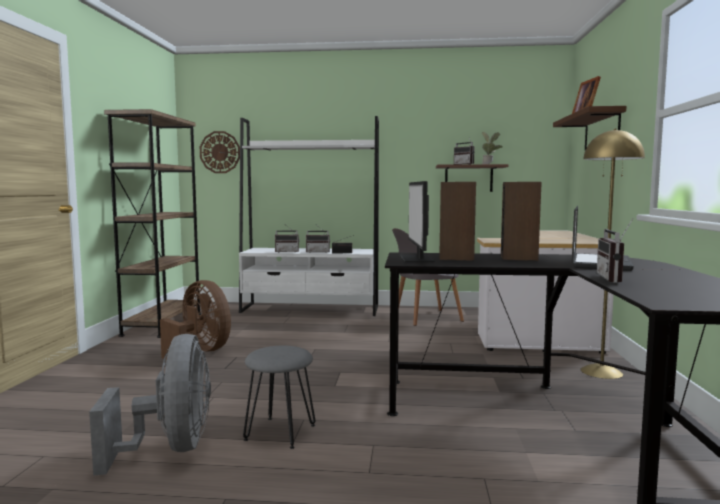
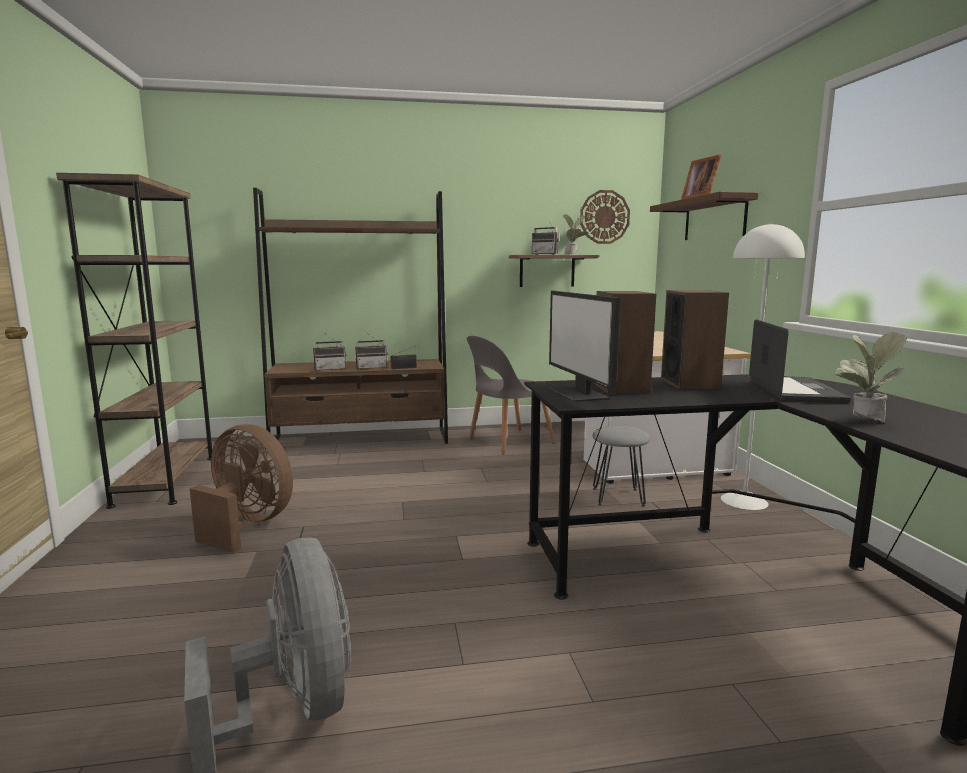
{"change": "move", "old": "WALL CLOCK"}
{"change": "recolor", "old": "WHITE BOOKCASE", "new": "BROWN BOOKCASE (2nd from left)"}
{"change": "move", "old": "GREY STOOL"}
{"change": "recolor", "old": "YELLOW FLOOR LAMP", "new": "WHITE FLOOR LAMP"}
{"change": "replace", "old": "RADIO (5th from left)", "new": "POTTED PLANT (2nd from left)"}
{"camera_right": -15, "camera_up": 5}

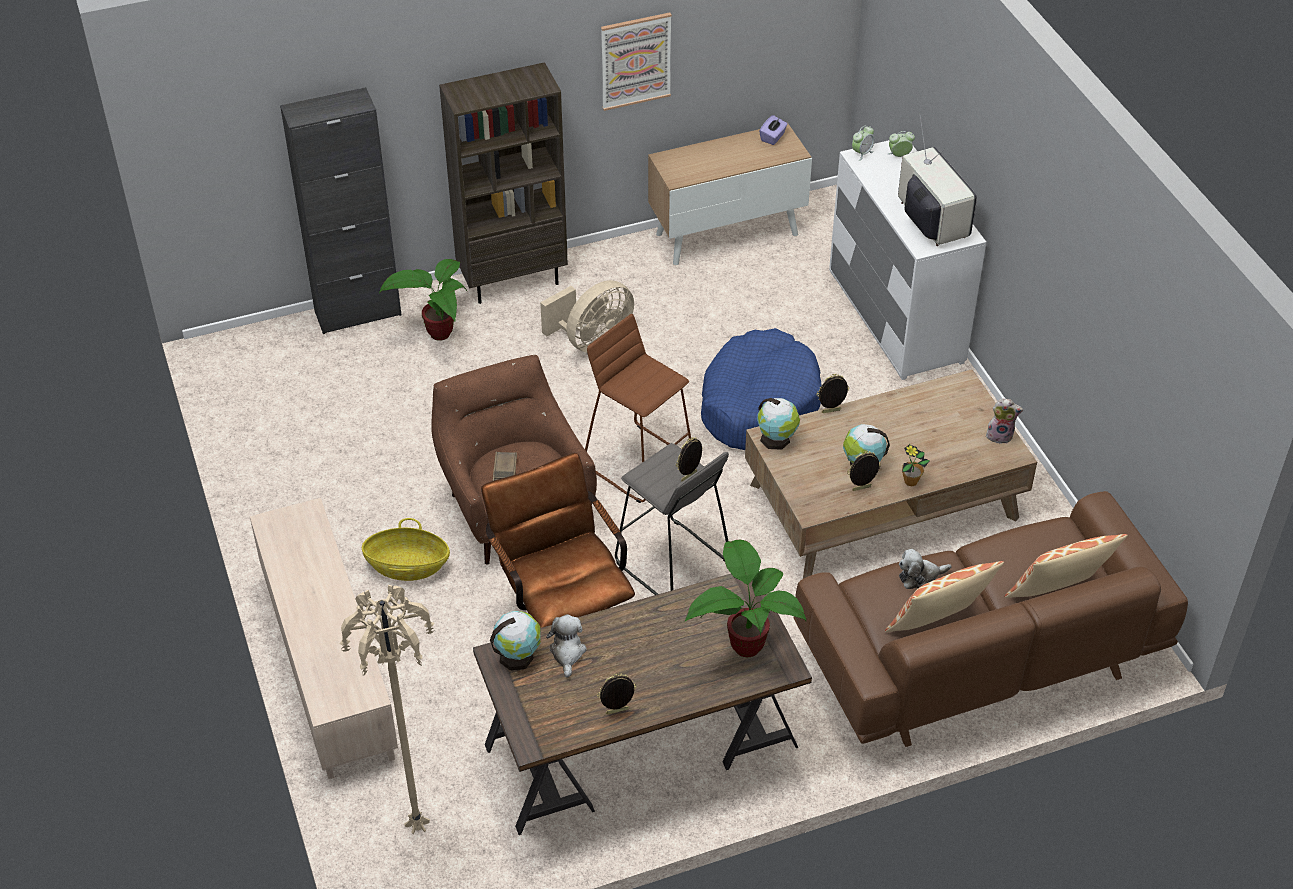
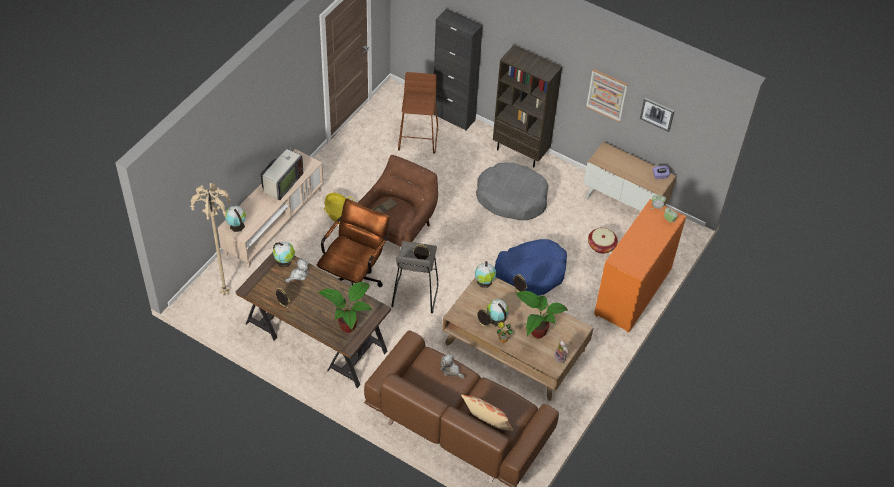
{"change": "move", "old": "POTTED PLANT (1st from left in the first image)", "new": "POTTED PLANT (3rd from left)"}
{"change": "replace", "old": "BEIGE FAN", "new": "GREY DOG BED"}
{"change": "move", "old": "BROWN STOOL"}
{"change": "recolor", "old": "WHITE DRESSER", "new": "ORANGE DRESSER"}
{"change": "delete", "old": "PILLOW (1st from left)"}
{"change": "move", "old": "TELEVISION"}
{"change": "insert", "new": "GLOBE (1st from left)"}
{"change": "insert", "new": "BASKET (2nd from left)"}
{"change": "insert", "new": "PICTURE (2nd from left)"}
{"camera_right": 50, "camera_up": 5}

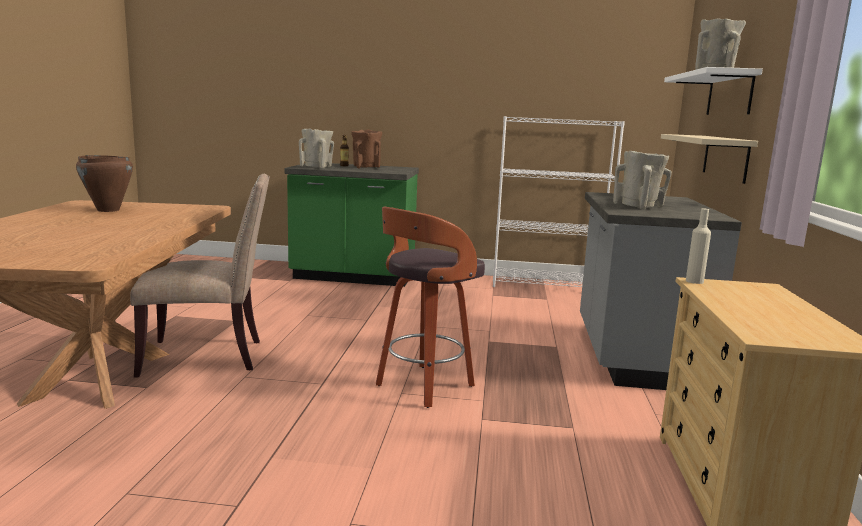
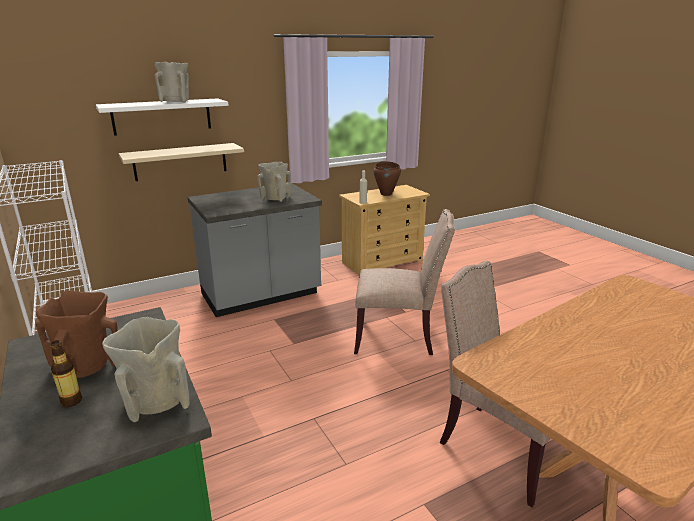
{"change": "move", "old": "BROWN COOKING POT"}
{"change": "replace", "old": "STOOL", "new": "BEIGE CHAIR (1st from left)"}
{"camera_right": -125, "camera_up": 10}

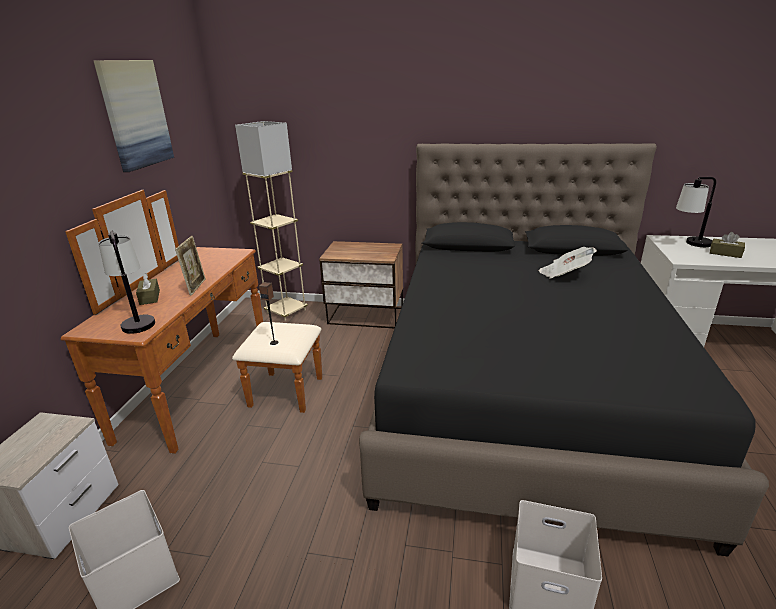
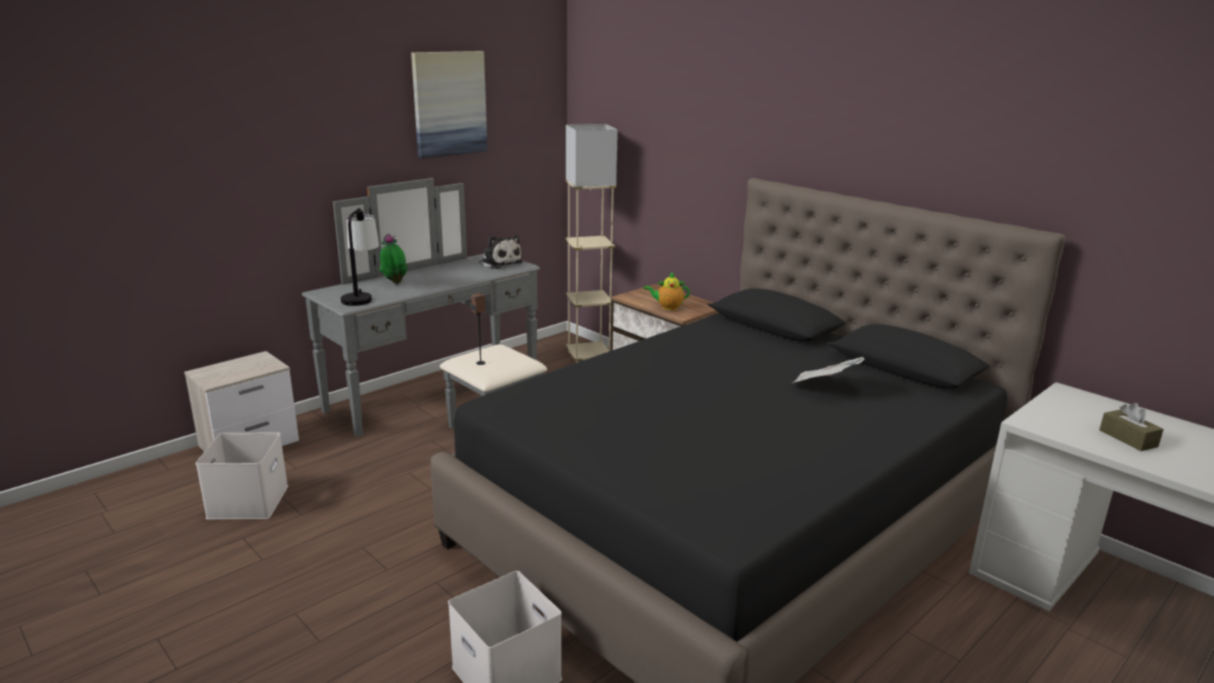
{"change": "recolor", "old": "BROWN DRESSER", "new": "GREY DRESSER"}
{"change": "replace", "old": "BROWN TISSUE BOX (1st from left)", "new": "POTTED PLANT"}
{"change": "delete", "old": "PICTURE FRAME"}
{"change": "delete", "old": "TABLE LAMP (2nd from left)"}
{"change": "insert", "new": "PLUSH TOY"}
{"change": "insert", "new": "TEAPOT"}
{"camera_right": 35, "camera_up": -5}

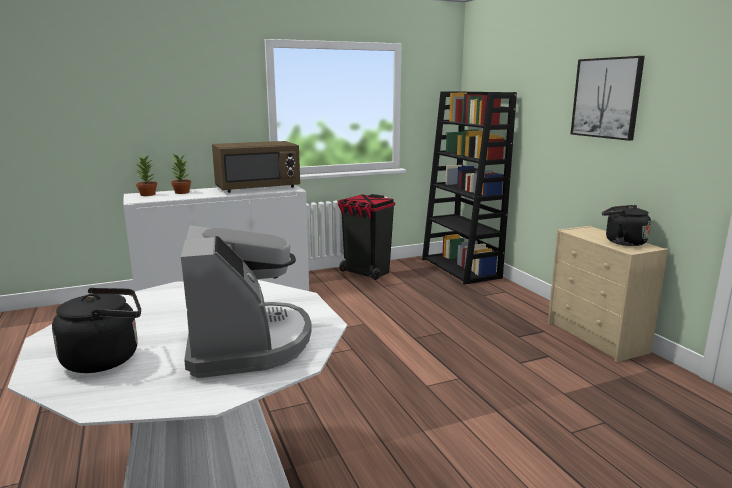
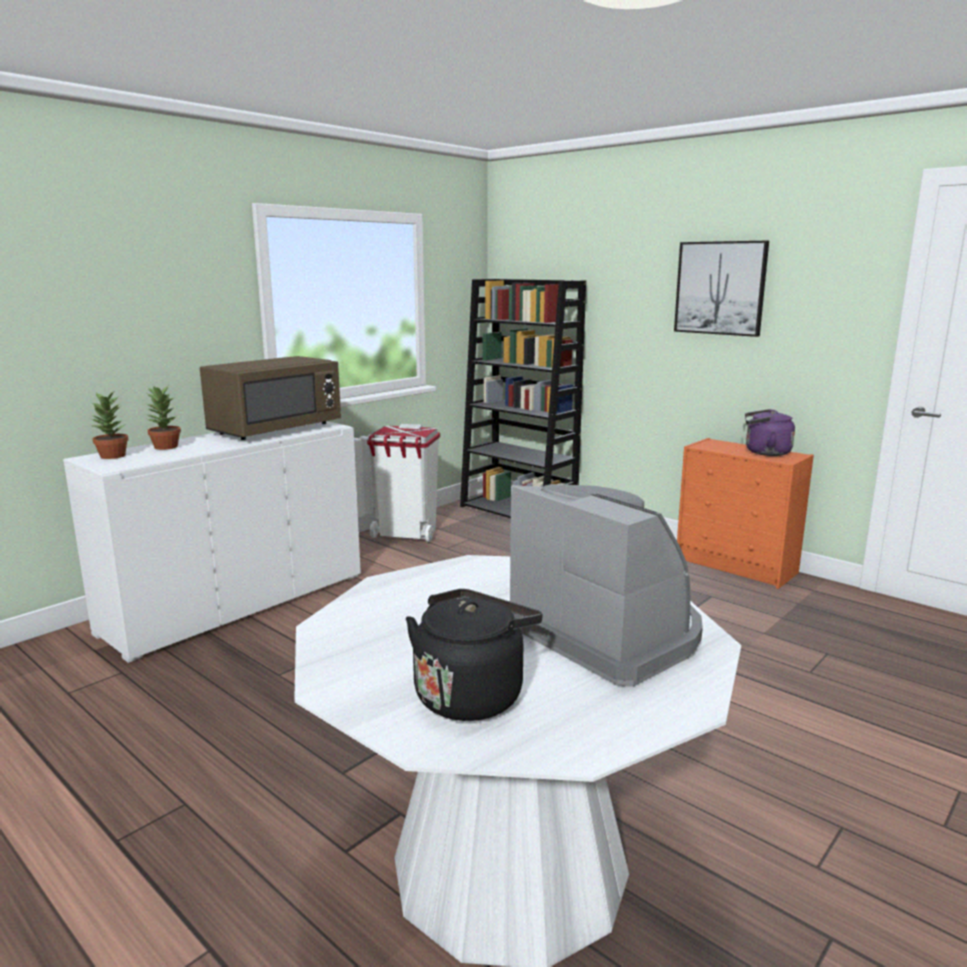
{"change": "recolor", "old": "BLACK TRASH CAN", "new": "WHITE TRASH CAN"}
{"change": "recolor", "old": "BEIGE DRESSER", "new": "ORANGE DRESSER"}
{"change": "recolor", "old": "BLACK KETTLE (2nd from left)", "new": "PURPLE KETTLE"}
{"camera_right": -25, "camera_up": 0}

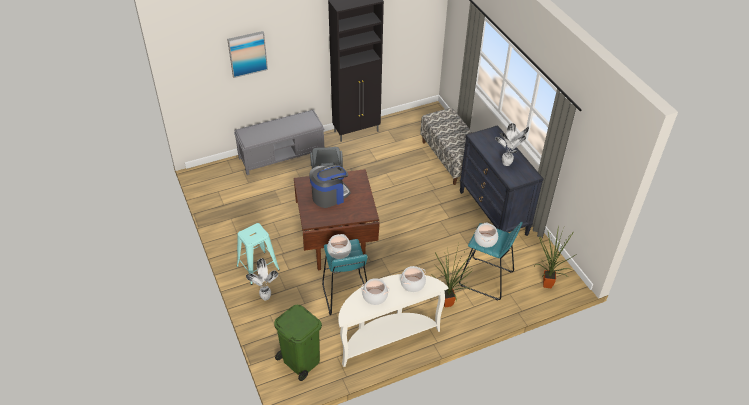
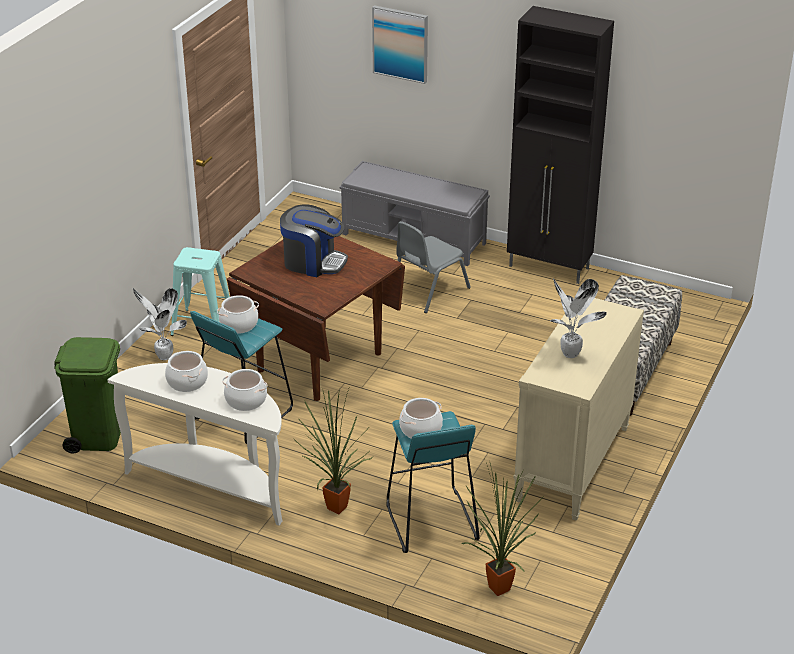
{"change": "recolor", "old": "BLACK DRESSER", "new": "BEIGE DRESSER"}
{"camera_right": 50, "camera_up": -10}

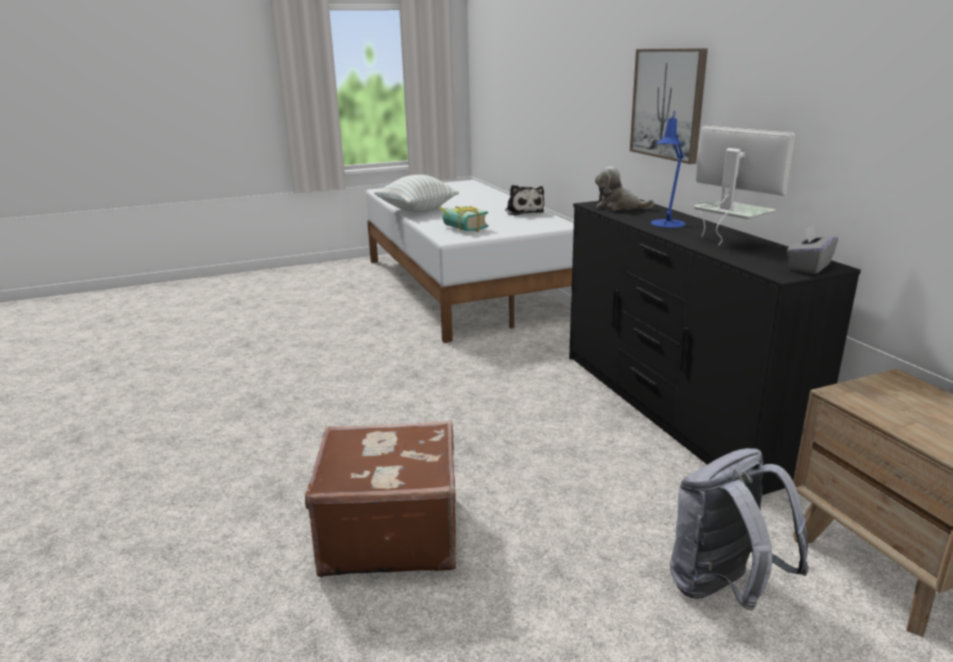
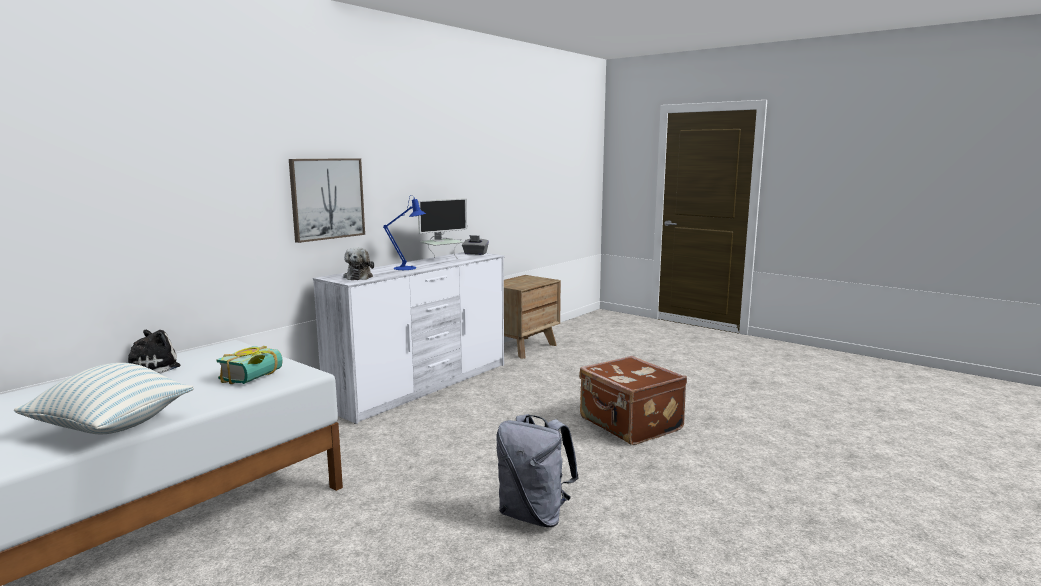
{"change": "recolor", "old": "BLACK DRESSER", "new": "WHITE DRESSER"}
{"change": "move", "old": "GREY BACKPACK"}
{"change": "rotate", "old": "MONITOR", "degrees": -150}
{"camera_right": -120, "camera_up": -10}

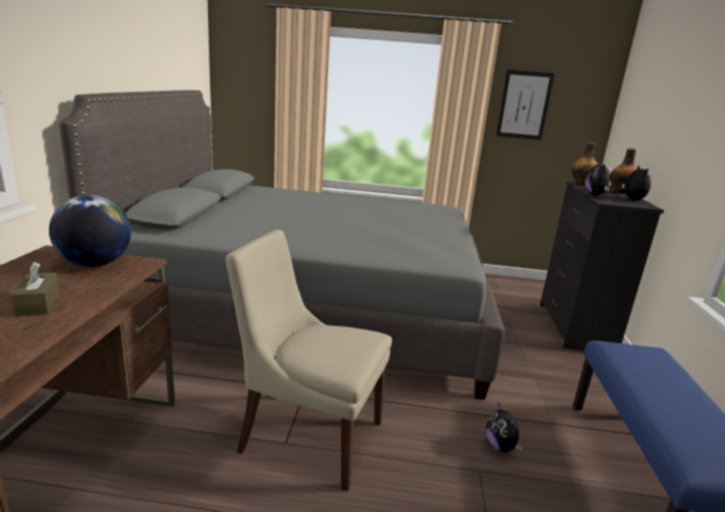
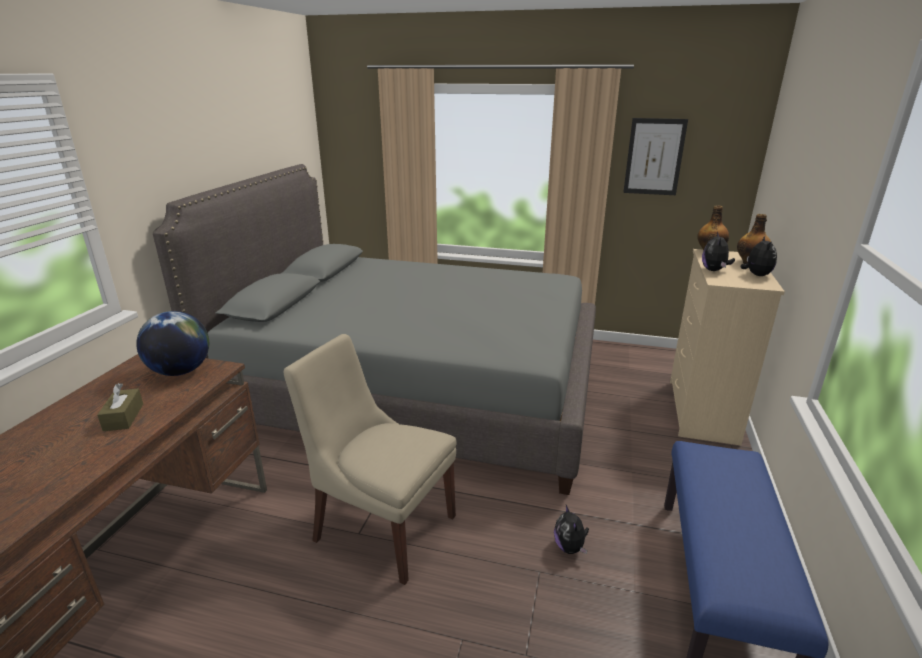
{"change": "recolor", "old": "BLACK DRESSER", "new": "BEIGE DRESSER"}
{"camera_right": 10, "camera_up": 5}

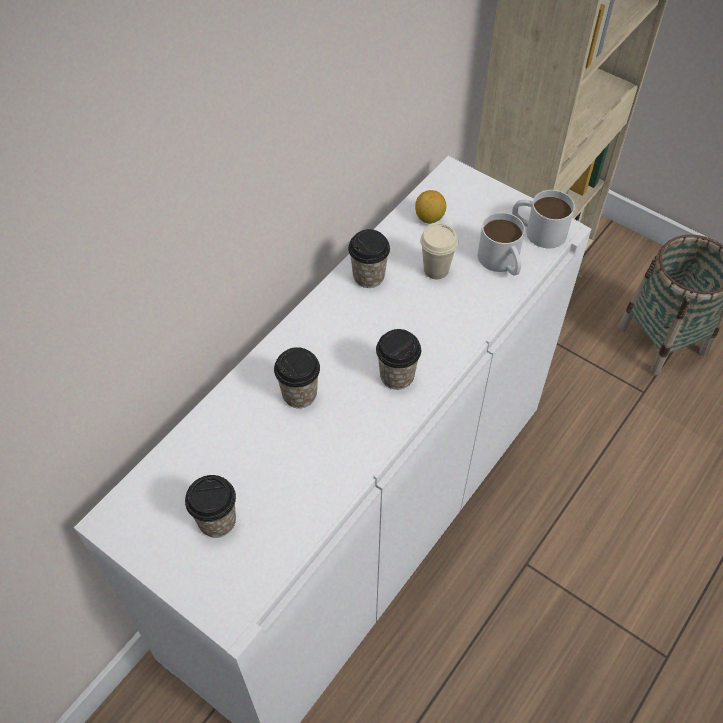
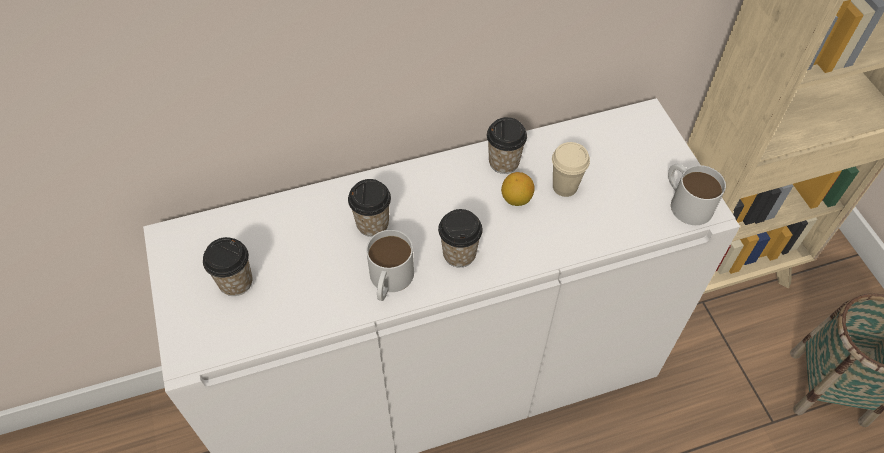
{"change": "move", "old": "LEMON"}
{"change": "move", "old": "WHITE MUG (1st from left)"}
{"camera_right": 35, "camera_up": 0}

